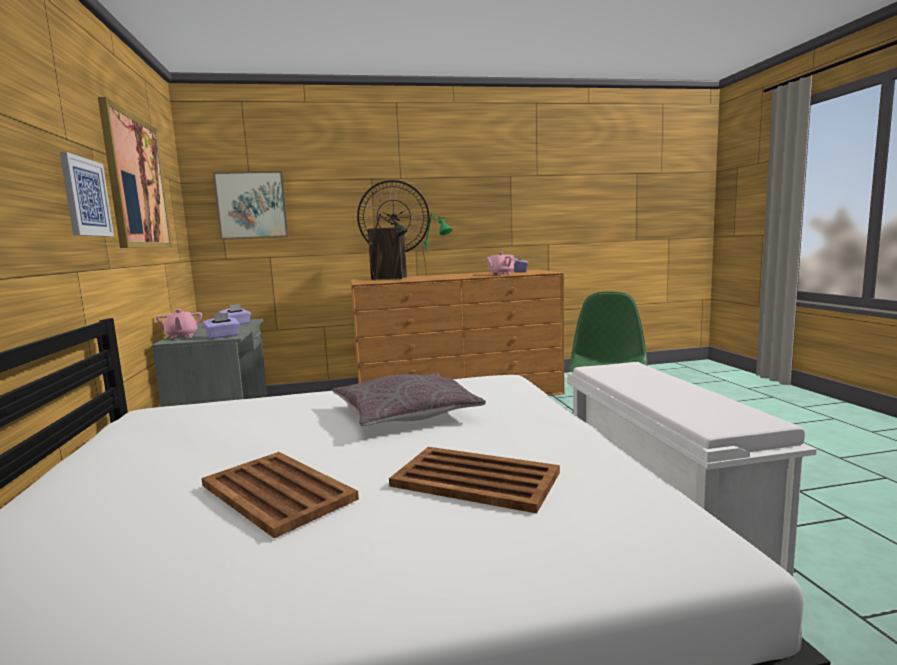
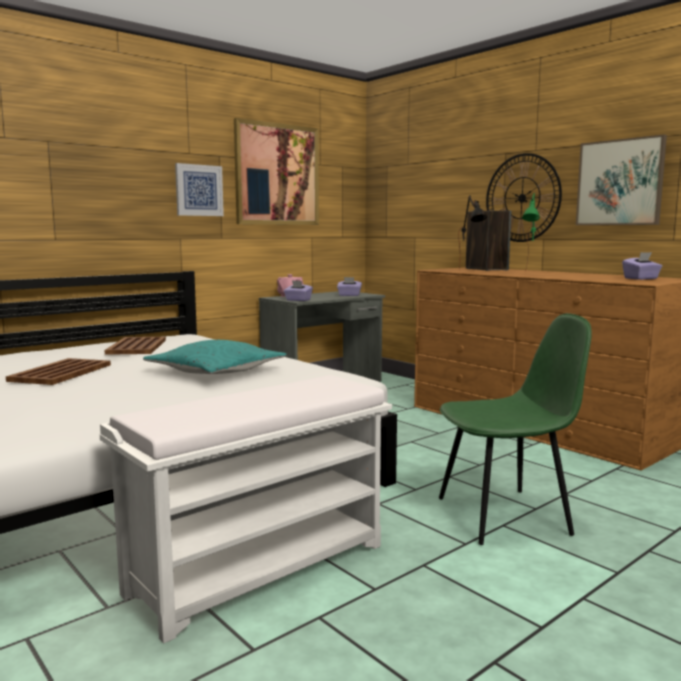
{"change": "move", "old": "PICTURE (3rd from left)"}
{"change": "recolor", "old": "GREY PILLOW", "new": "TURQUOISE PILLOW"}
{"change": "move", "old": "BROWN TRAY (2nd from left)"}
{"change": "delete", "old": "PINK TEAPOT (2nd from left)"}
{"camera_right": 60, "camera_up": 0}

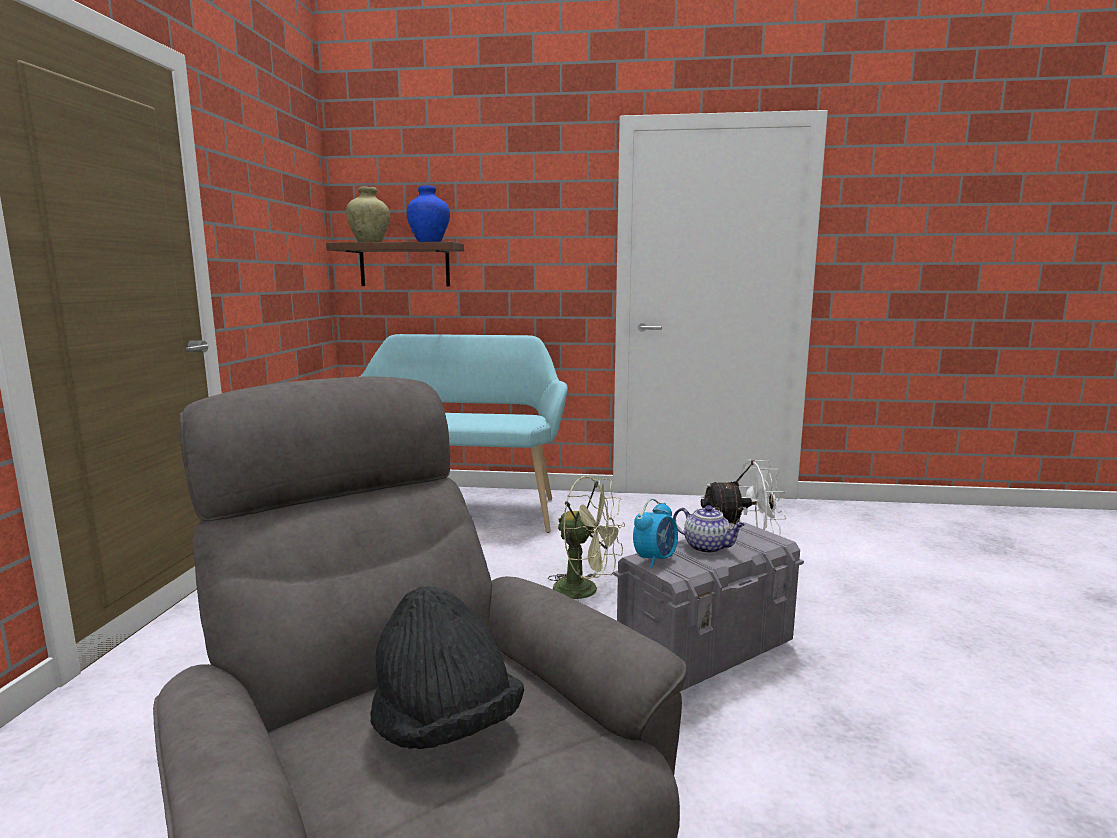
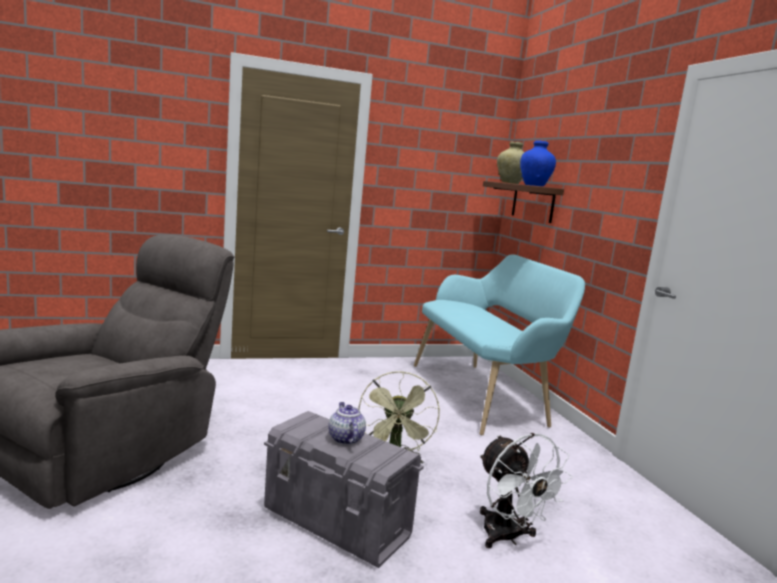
{"change": "delete", "old": "BLACK HAT"}
{"change": "delete", "old": "ALARM CLOCK"}
{"change": "rotate", "old": "TEAPOT", "degrees": 150}
{"camera_right": 65, "camera_up": 0}

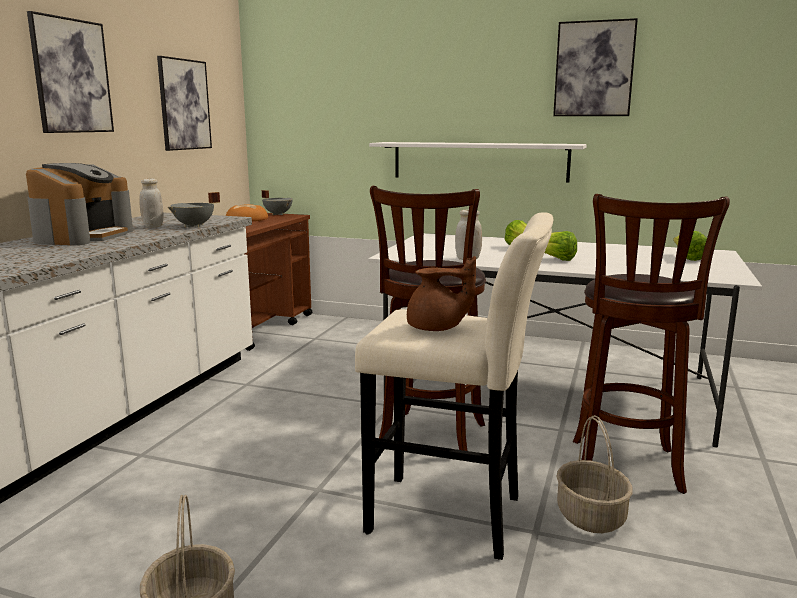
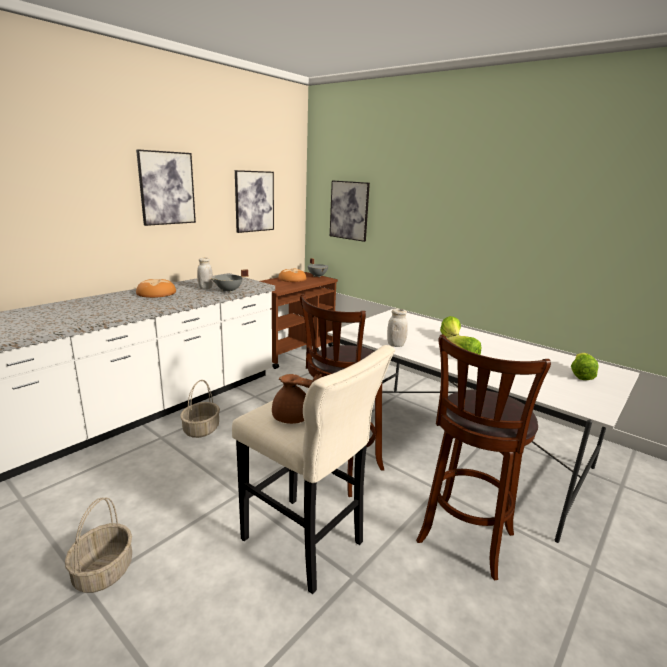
{"change": "replace", "old": "COFFEE MACHINE", "new": "BREAD (1st from left)"}
{"change": "delete", "old": "WHITE SHELF"}
{"change": "move", "old": "PICTURE (3rd from left)"}
{"change": "move", "old": "BASKET (2nd from left)"}
{"camera_right": 20, "camera_up": 5}

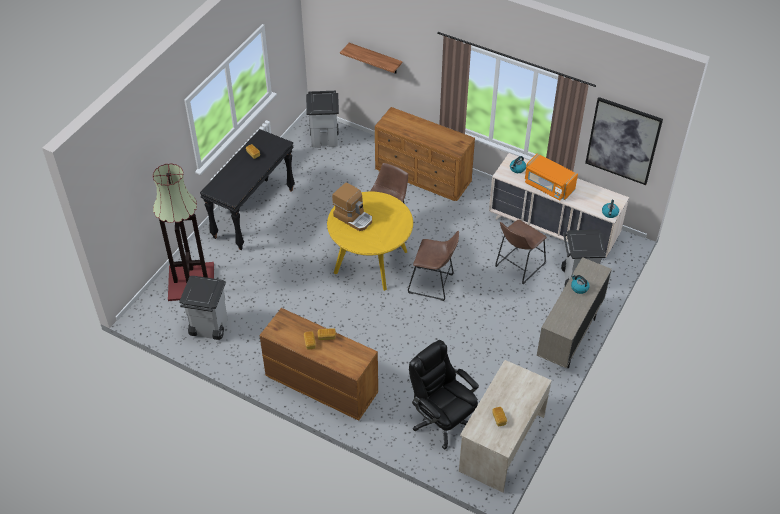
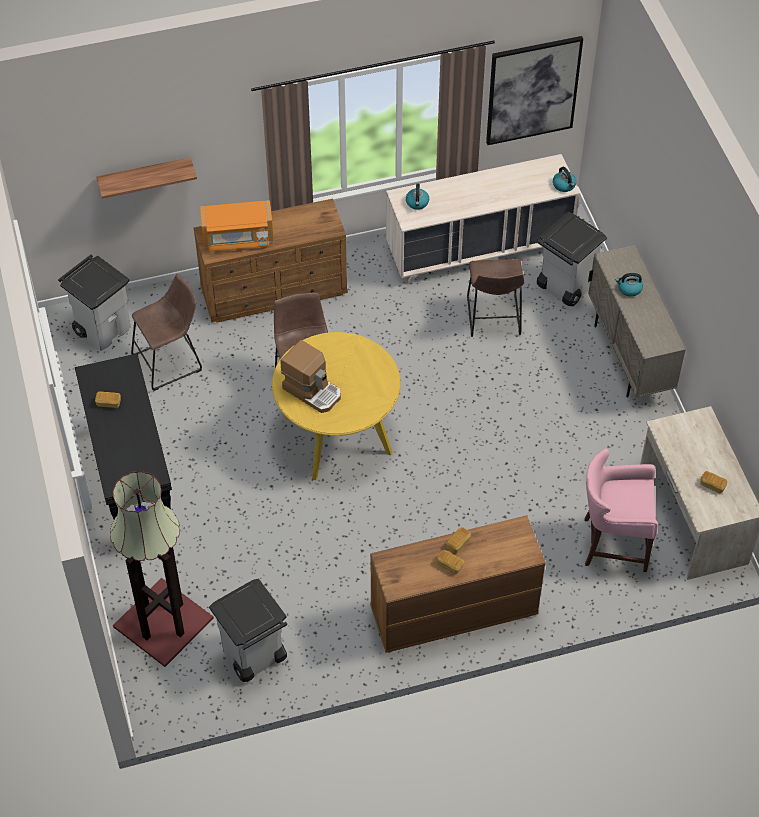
{"change": "rotate", "old": "COFFEE MACHINE", "degrees": 45}
{"change": "move", "old": "BROWN STOOL (2nd from left in the first image)", "new": "BROWN STOOL (1st from left)"}
{"change": "replace", "old": "BLACK OFFICE CHAIR", "new": "PINK STOOL"}
{"change": "move", "old": "ORANGE MICROWAVE"}
{"camera_right": -45, "camera_up": 5}

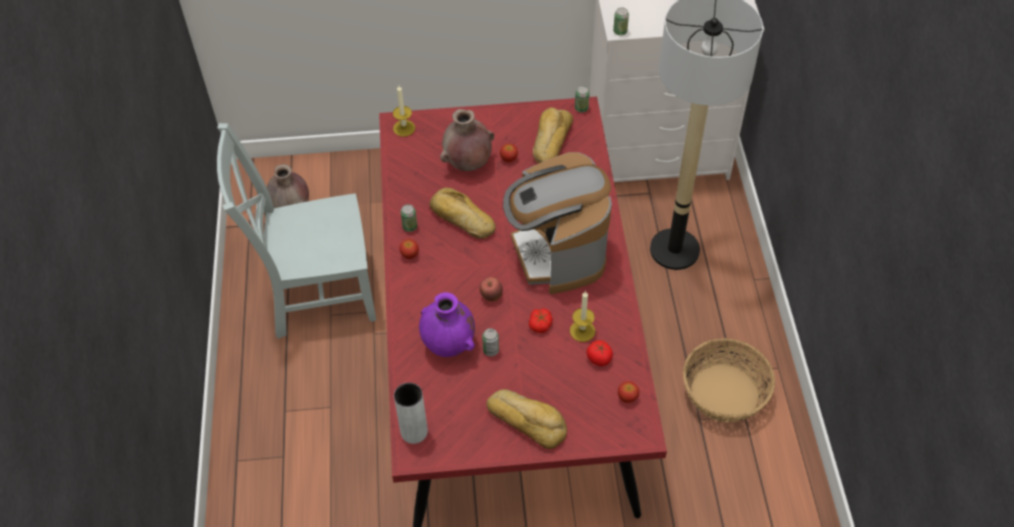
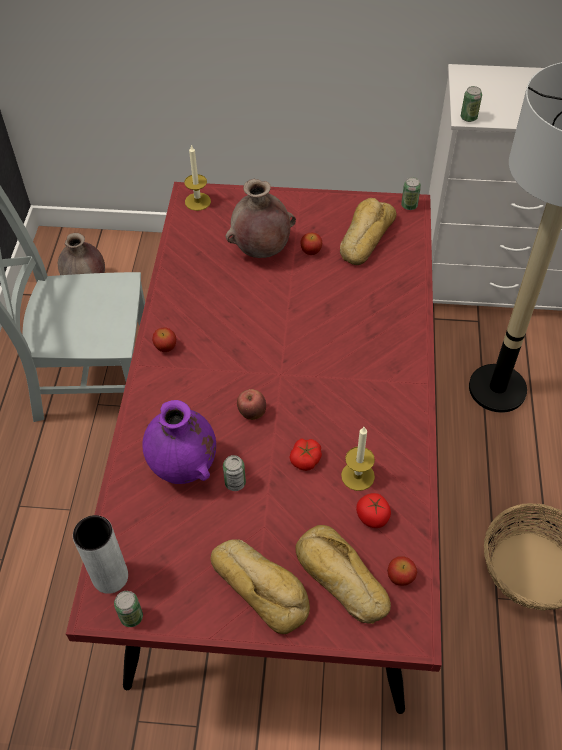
{"change": "move", "old": "CAN (1st from left)"}
{"change": "move", "old": "BREAD (1st from left in the first image)", "new": "BREAD (2nd from left)"}
{"change": "delete", "old": "COFFEE MACHINE"}
{"camera_right": 10, "camera_up": 0}

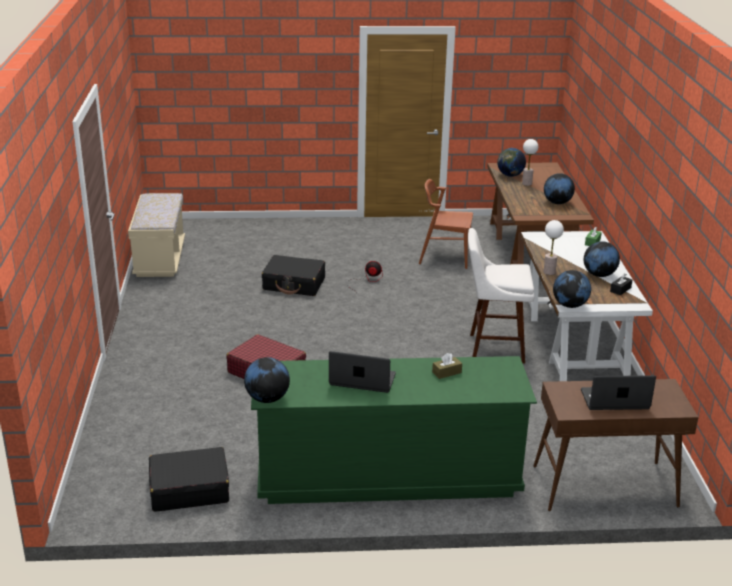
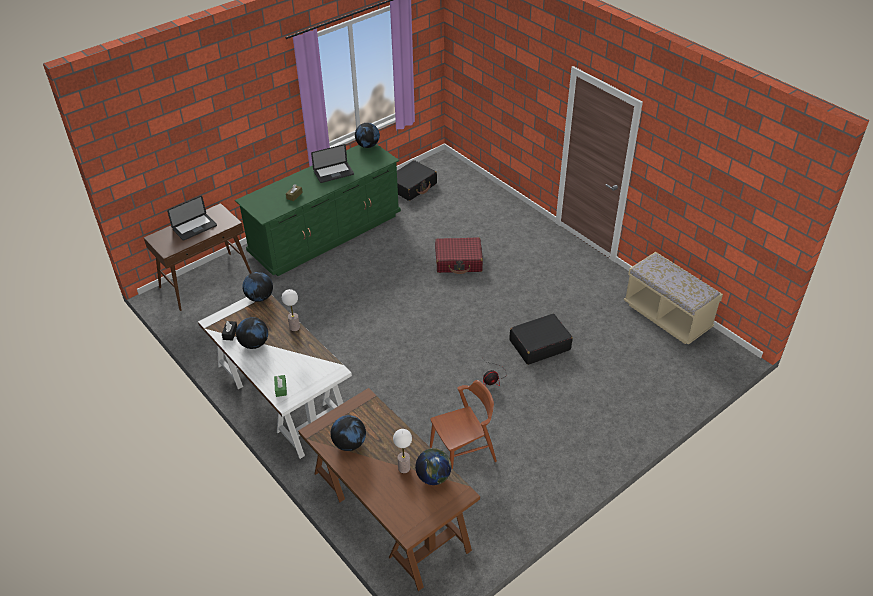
{"change": "delete", "old": "WHITE STOOL"}
{"camera_right": 145, "camera_up": 15}

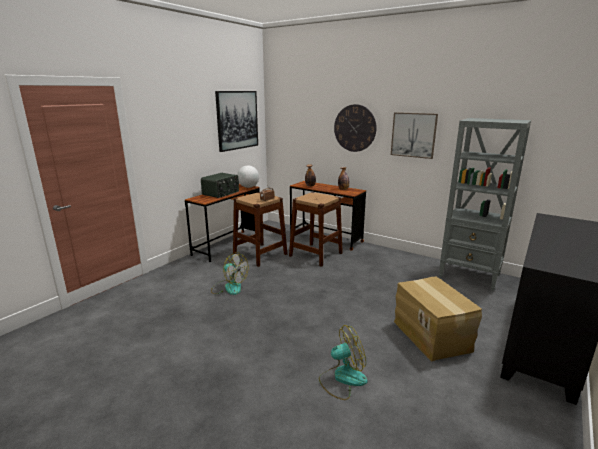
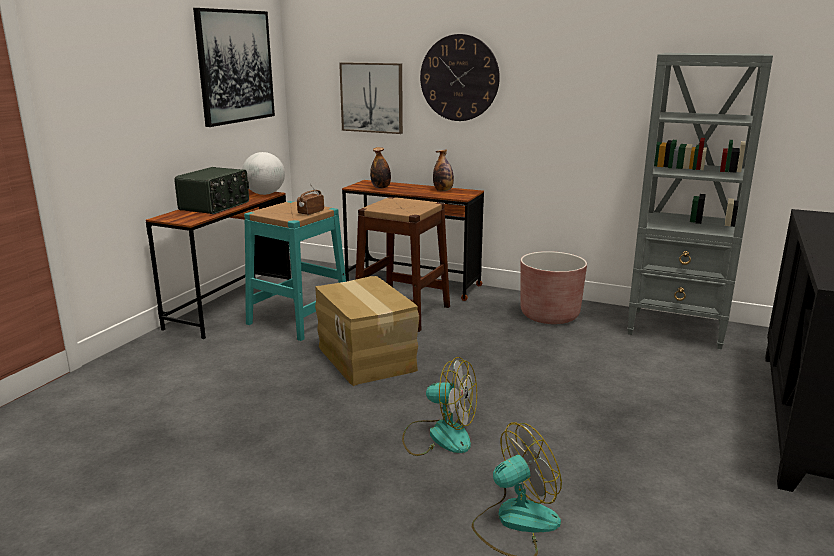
{"change": "move", "old": "FAN (1st from left)"}
{"change": "recolor", "old": "BROWN STOOL (1st from left)", "new": "TURQUOISE STOOL"}
{"change": "move", "old": "PICTURE (2nd from left)"}
{"change": "move", "old": "CARDBOARD BOX"}
{"change": "insert", "new": "BROWN PLANTER"}
{"camera_right": -10, "camera_up": 0}

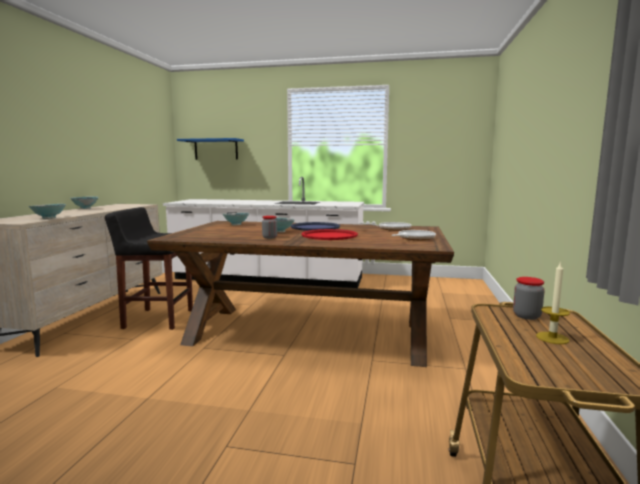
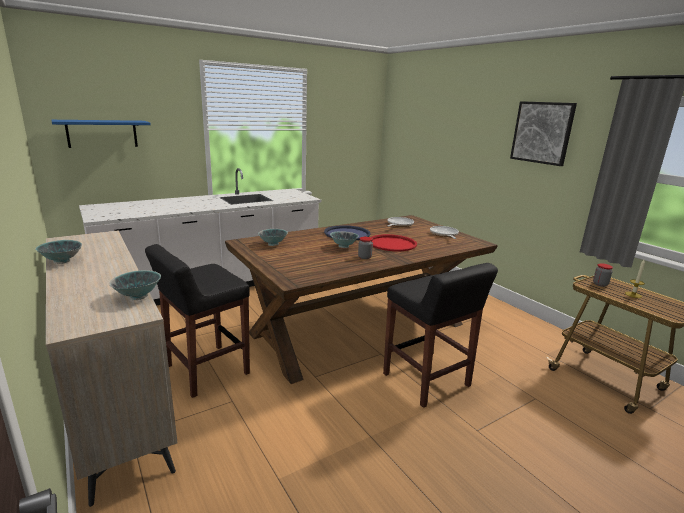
{"change": "insert", "new": "BLACK STOOL (2nd from left)"}
{"change": "insert", "new": "PICTURE"}
{"camera_right": -45, "camera_up": 10}

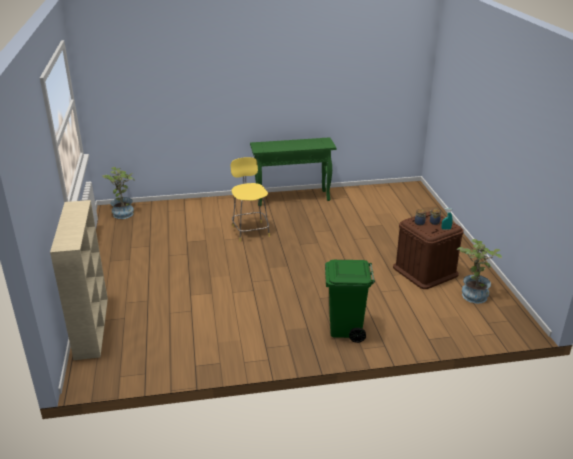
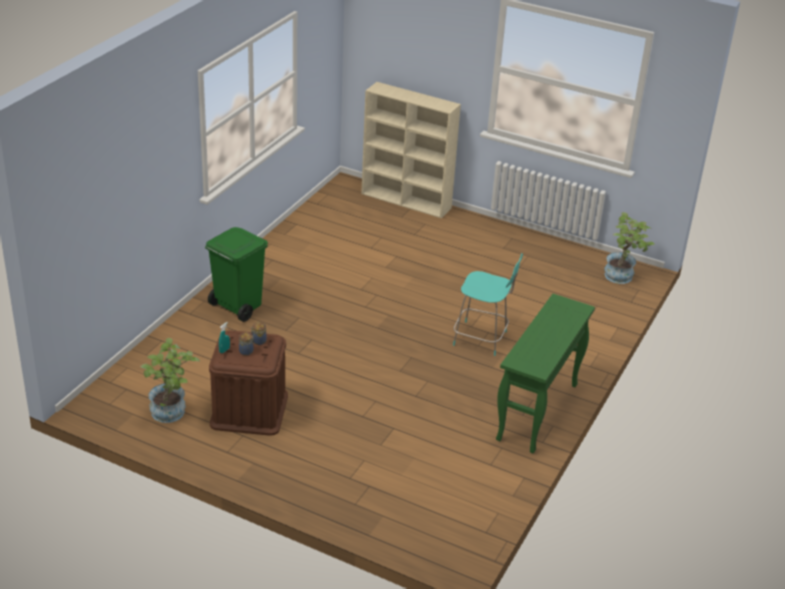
{"change": "recolor", "old": "YELLOW STOOL", "new": "TURQUOISE STOOL"}
{"camera_right": 125, "camera_up": 5}

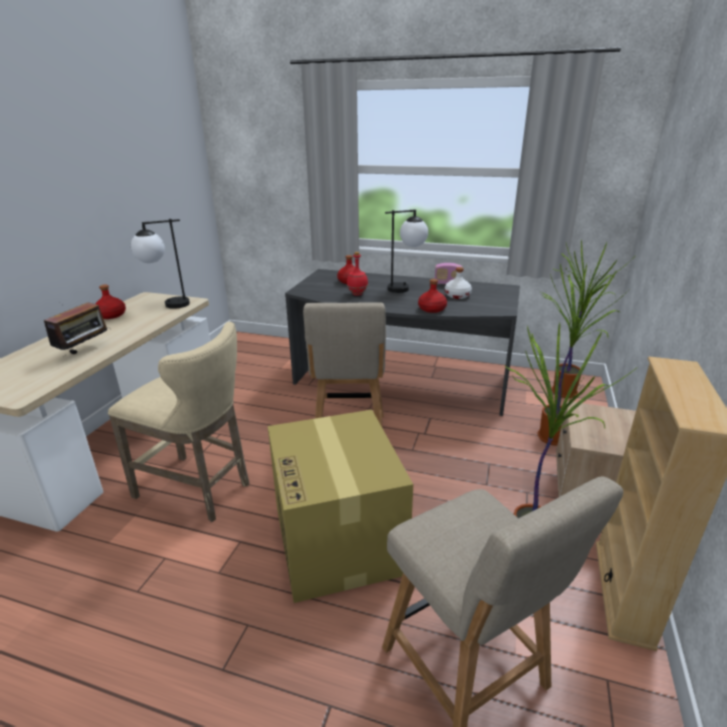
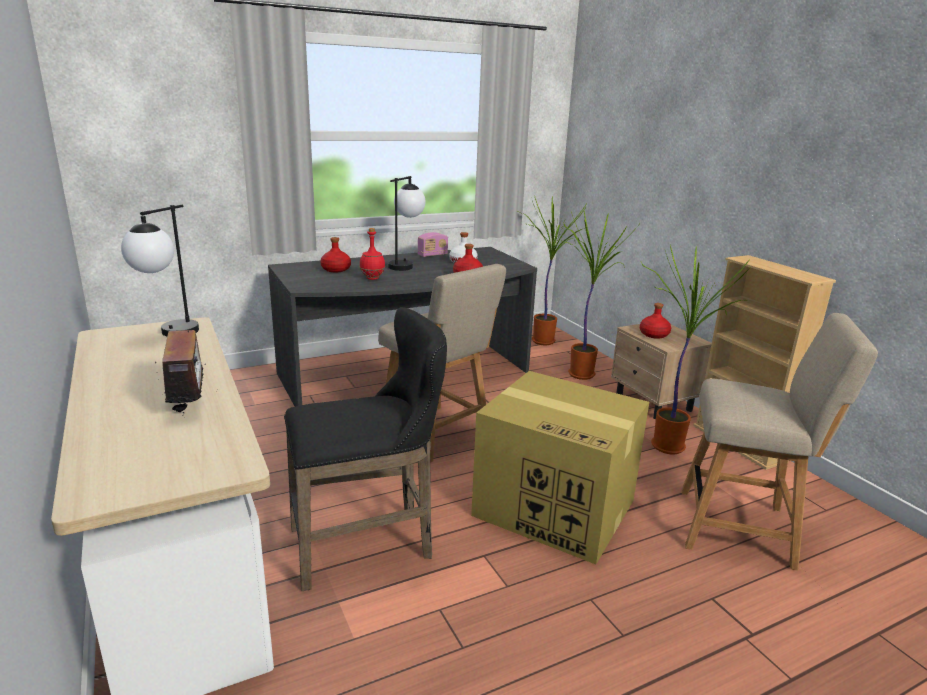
{"change": "move", "old": "RED BOTTLE (1st from left in the first image)", "new": "RED BOTTLE (4th from left)"}
{"change": "recolor", "old": "BEIGE STOOL", "new": "BLACK STOOL"}
{"camera_right": -45, "camera_up": -5}

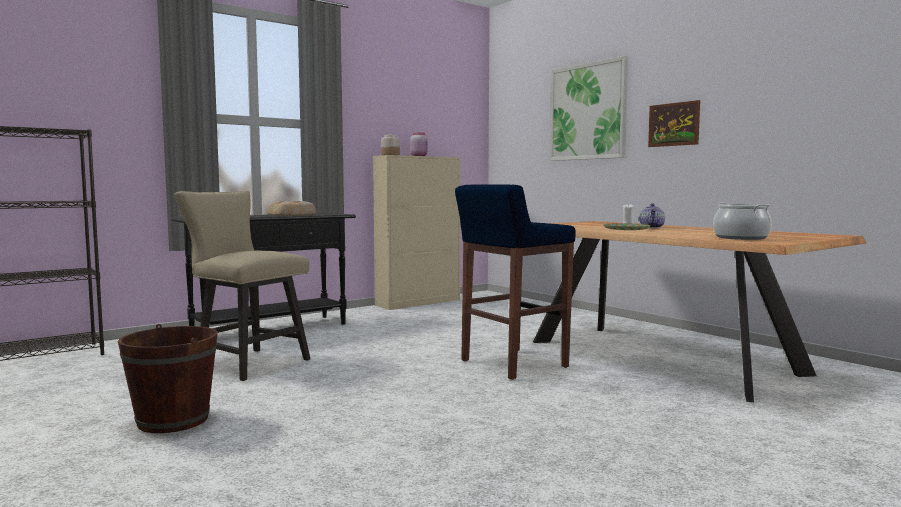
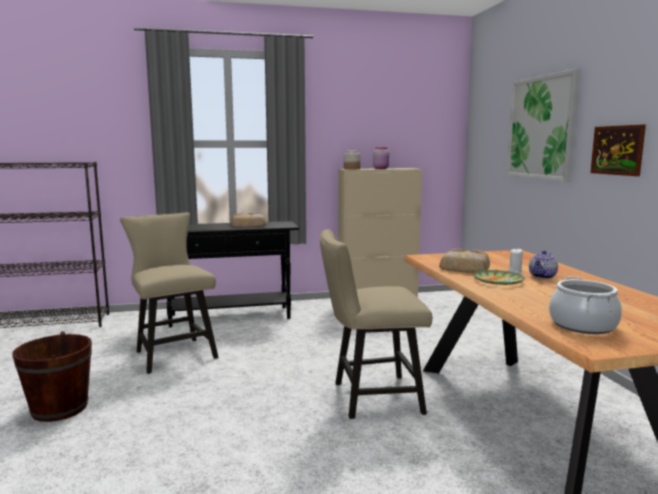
{"change": "replace", "old": "BLUE STOOL", "new": "BEIGE CHAIR (2nd from left)"}
{"change": "insert", "new": "BREAD (2nd from left)"}
{"camera_right": 25, "camera_up": 5}

